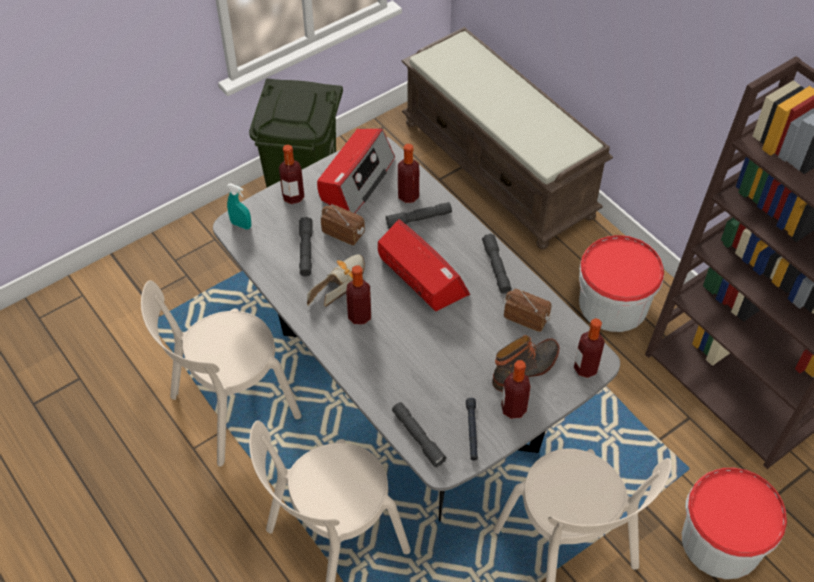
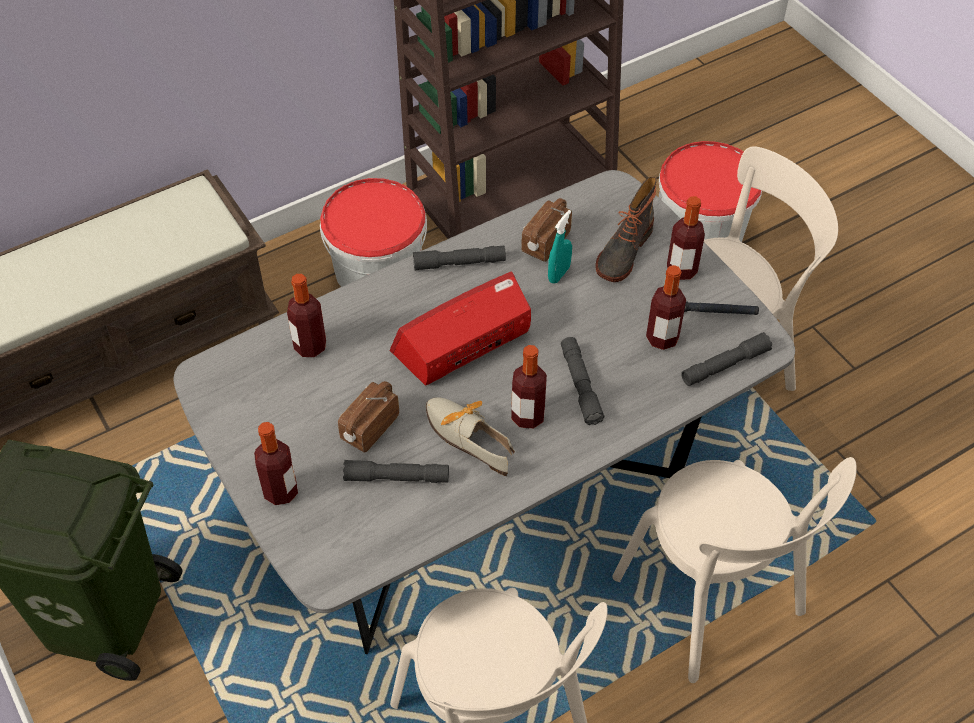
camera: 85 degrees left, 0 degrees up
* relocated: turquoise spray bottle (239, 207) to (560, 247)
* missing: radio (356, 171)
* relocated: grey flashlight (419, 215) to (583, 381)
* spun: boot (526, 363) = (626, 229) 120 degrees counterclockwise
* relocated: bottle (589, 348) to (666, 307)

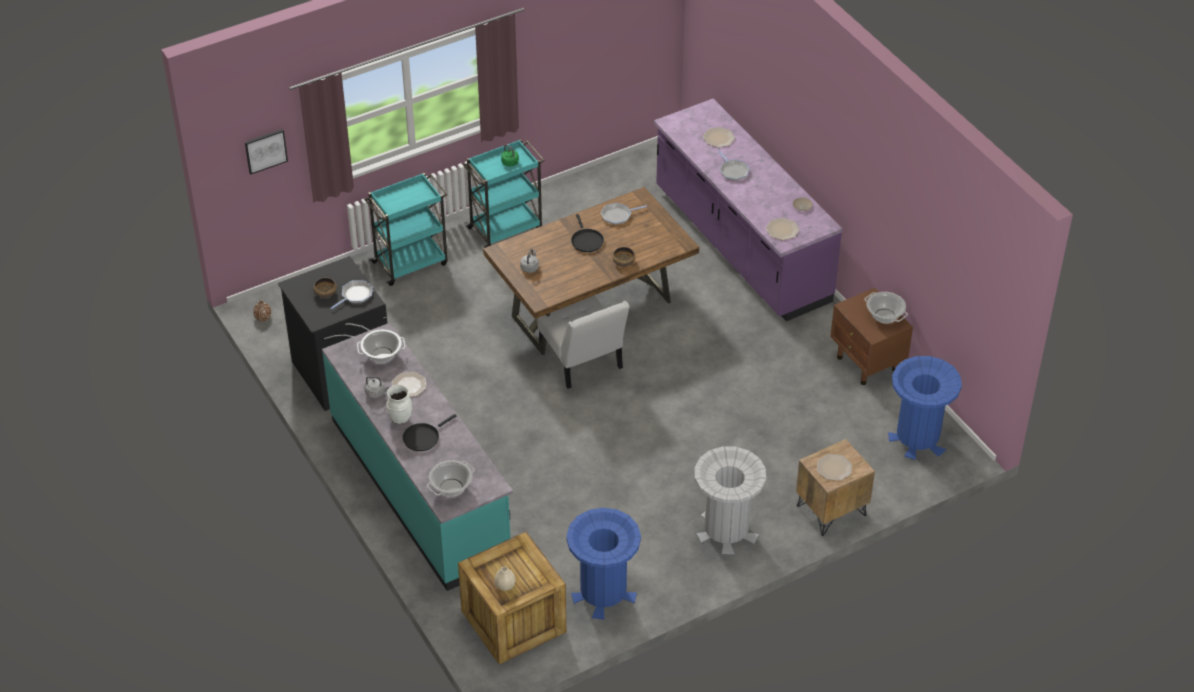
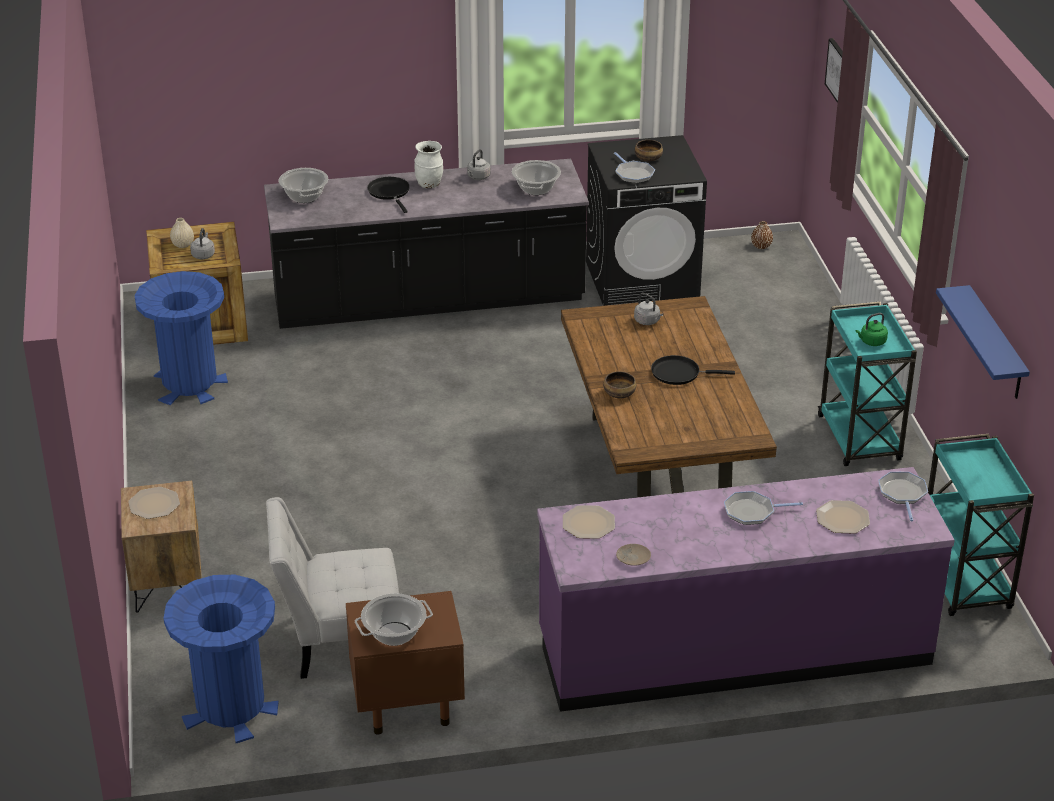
camera: 110 degrees right, 10 degrees down
* colour: turquoise counter (417, 457) to black counter (426, 244)
* relocated: turquoise cart (405, 229) to (981, 525)
* missing: plate (409, 384)
* relocated: white chair (583, 342) to (332, 588)
* relocated: frying pan (624, 214) to (903, 497)
* missing: grey trash can (730, 500)
* appeared: grey kettle (202, 243)
* appeared: blue shelf (983, 342)

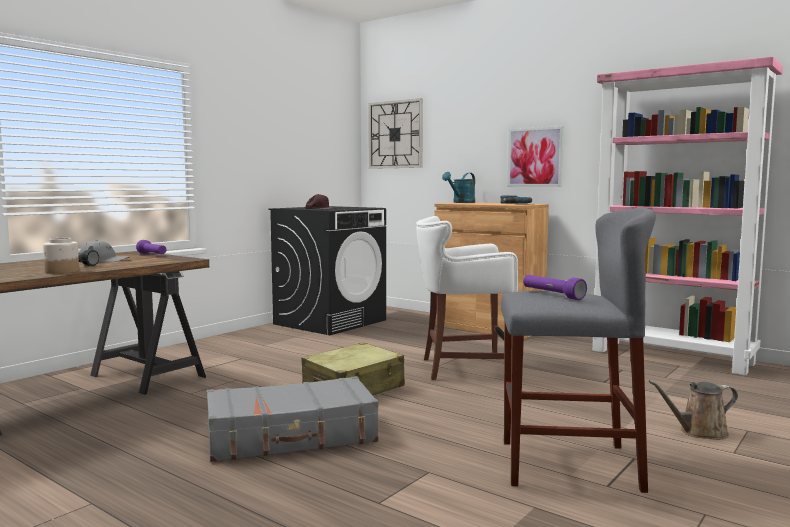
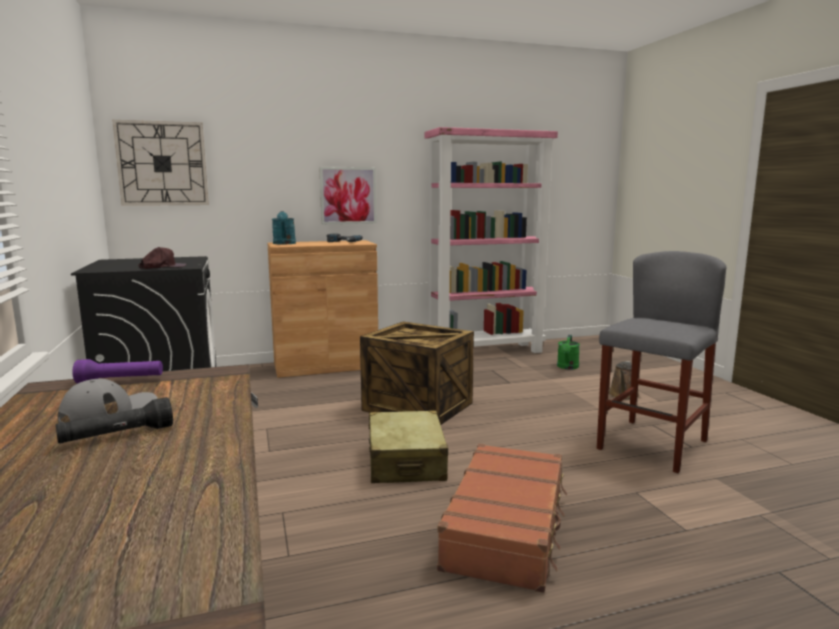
camera: 55 degrees left, 5 degrees up
* missing: jar (61, 256)
* colour: grey suitcase (292, 419) to brown suitcase (502, 518)
* exchanged: white stool (467, 298) to crate (417, 373)
* missing: purple flashlight (555, 287)
* appeared: green watering can (568, 352)

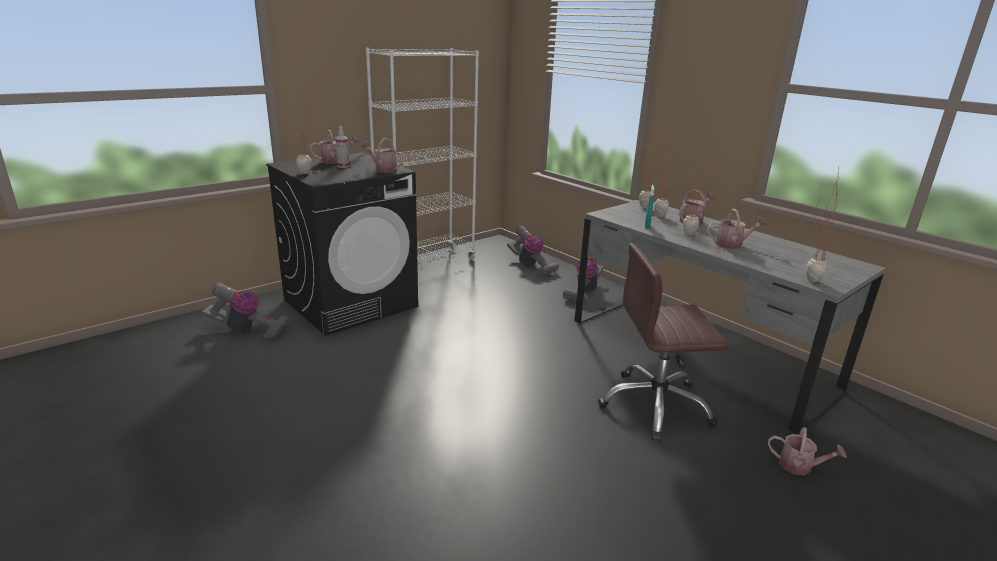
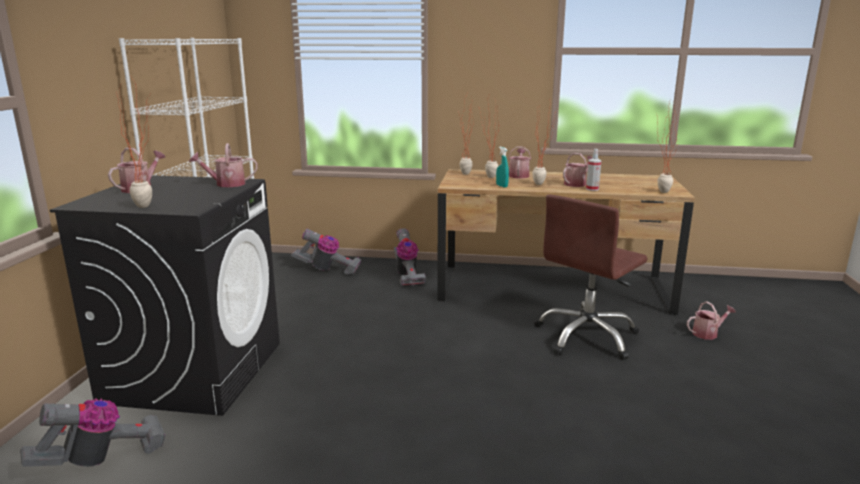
camera: 40 degrees left, 5 degrees down
* relocated: spray bottle (342, 147) to (594, 170)
* colour: grey desk (730, 317) to brown desk (566, 242)

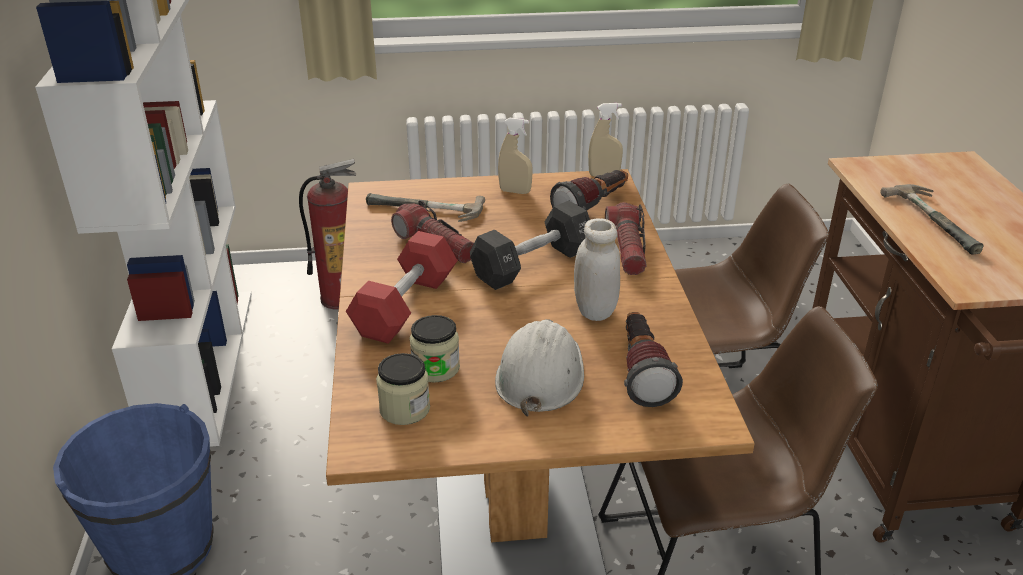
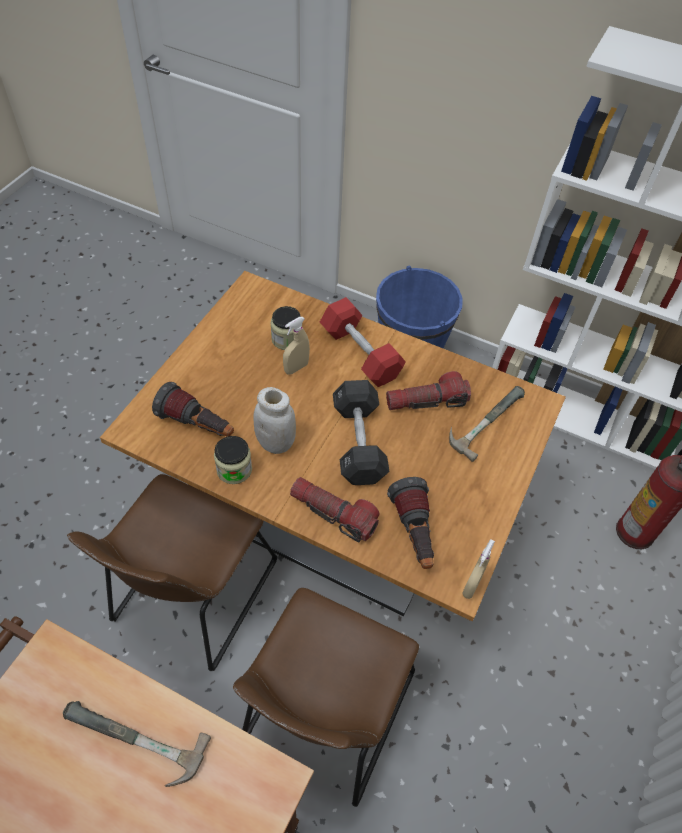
camera: 120 degrees right, 20 degrees up
* relocated: jar (403, 389) to (233, 460)
* missing: white hard hat (539, 367)
* relocated: beige spray bottle (515, 156) to (296, 346)

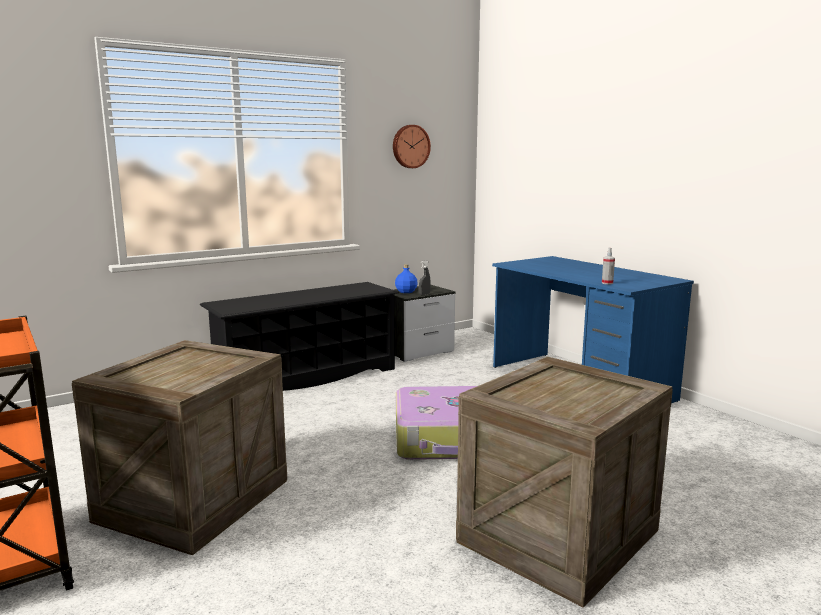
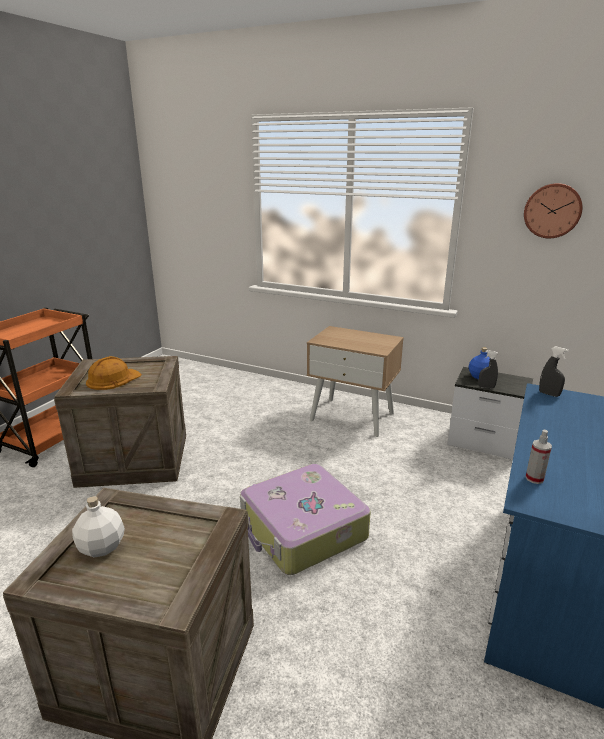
camera: 60 degrees right, 10 degrees up
* exchanged: black shoe rack (299, 336) to beige nightstand (355, 381)
* appeared: white bottle (98, 526)
* appeared: orange hard hat (114, 373)
* appeared: grey spray bottle (554, 371)

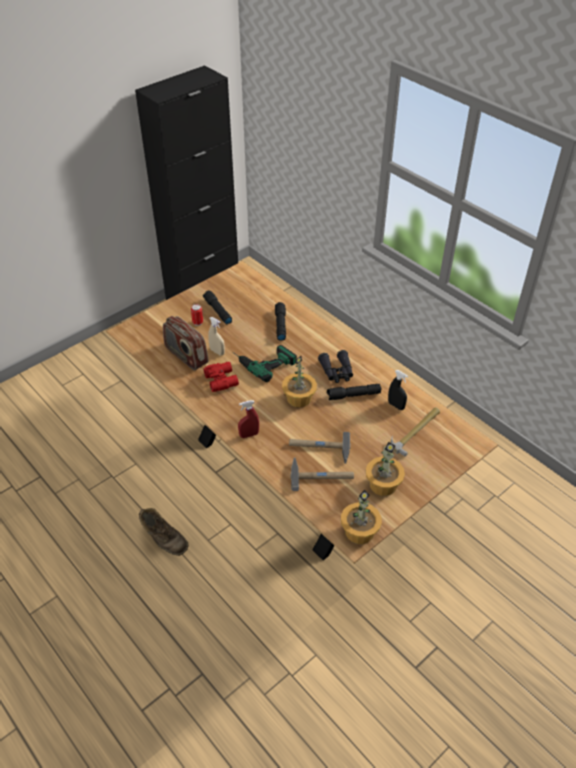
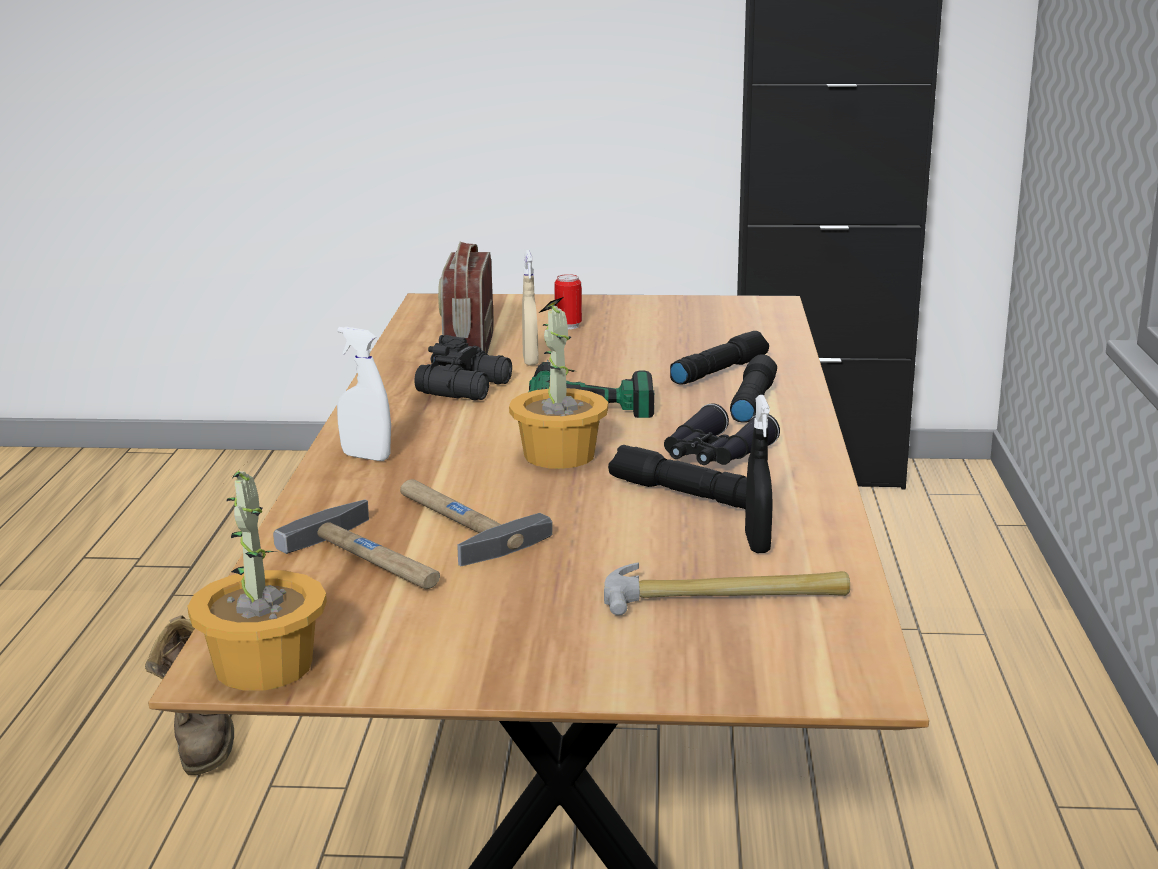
camera: 45 degrees right, 25 degrees down
* relocated: black flashlight (217, 307) to (753, 388)
* colour: red binoculars (221, 377) to black binoculars (463, 367)
* colour: red spray bottle (248, 419) to white spray bottle (364, 394)
* missing: potted plant (385, 469)

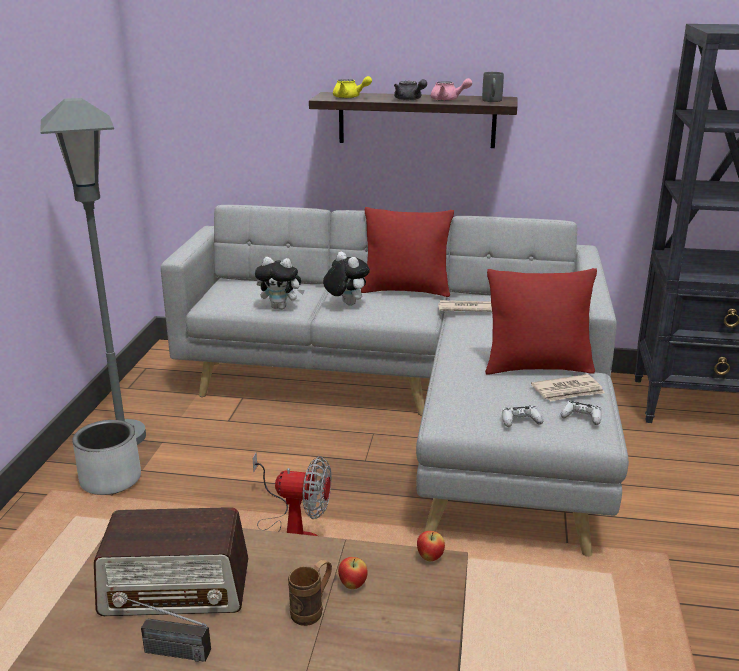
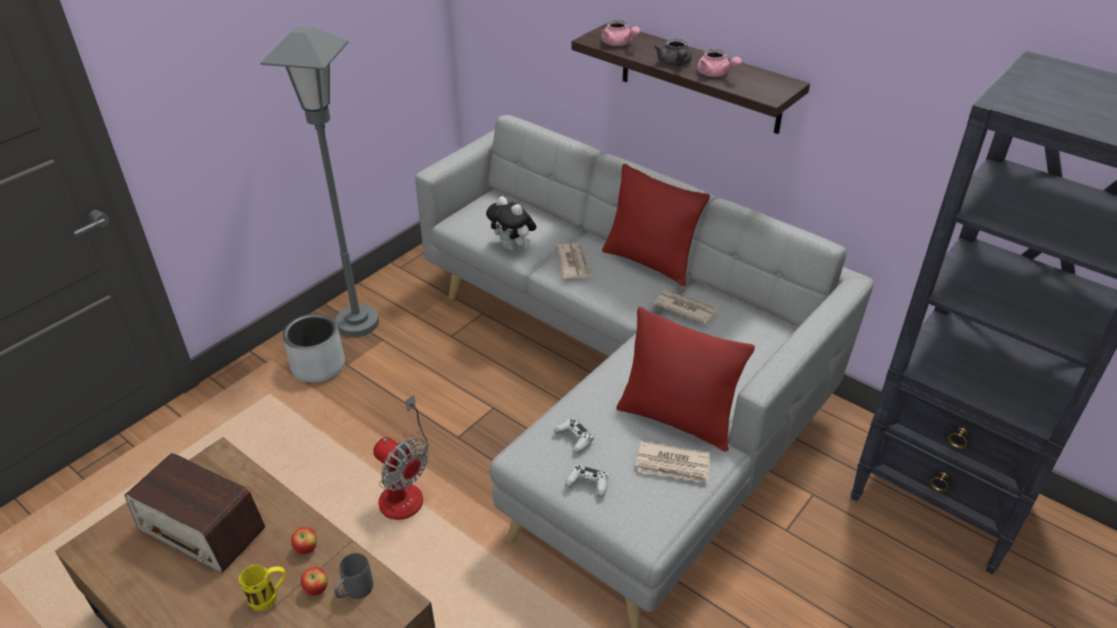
camera: 30 degrees right, 15 degrees up
* missing: radio (161, 627)
* colour: brown mug (310, 592) to yellow mug (262, 587)
* exchanged: plush toy (346, 279) to newspaper (574, 261)
* colour: yellow teapot (352, 87) to pink teapot (621, 33)
* relocated: apple (431, 546) to (304, 540)
* relocated: grey mug (493, 87) to (353, 576)
* relocated: white game controller (581, 413) to (574, 436)

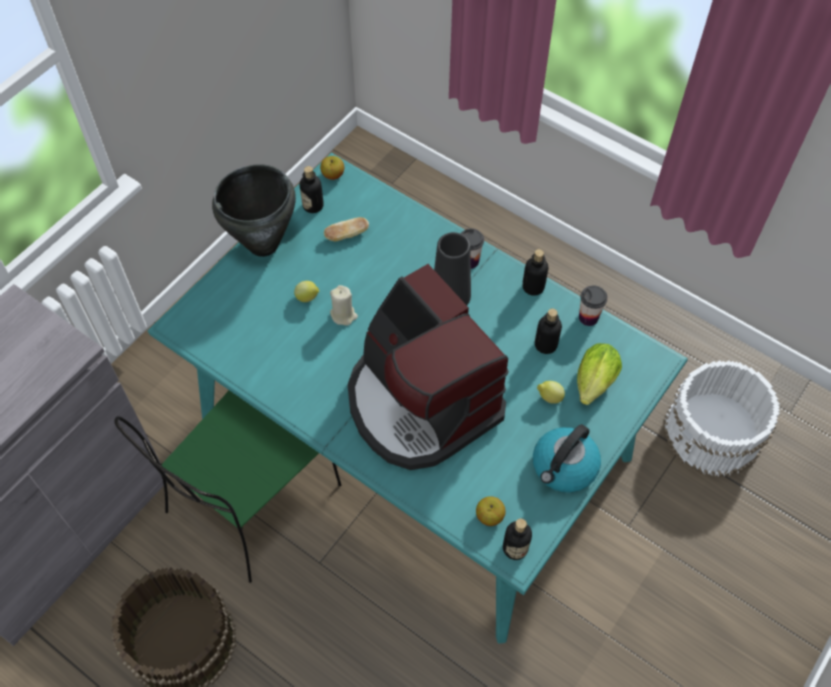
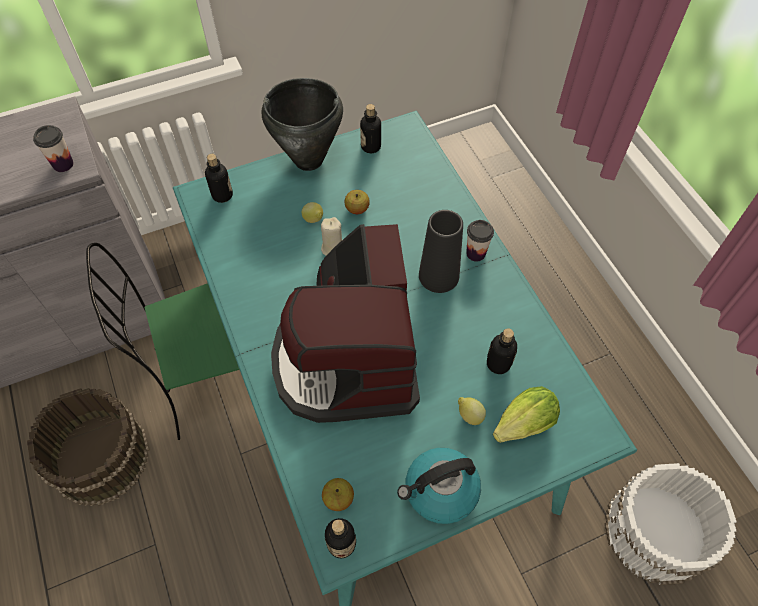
camera: 30 degrees right, 0 degrees up
* relocated: apple (332, 168) to (357, 202)
* missing: bread (346, 229)
* relocated: bottle (535, 272) to (219, 178)
* relocated: cup (593, 305) to (53, 148)

